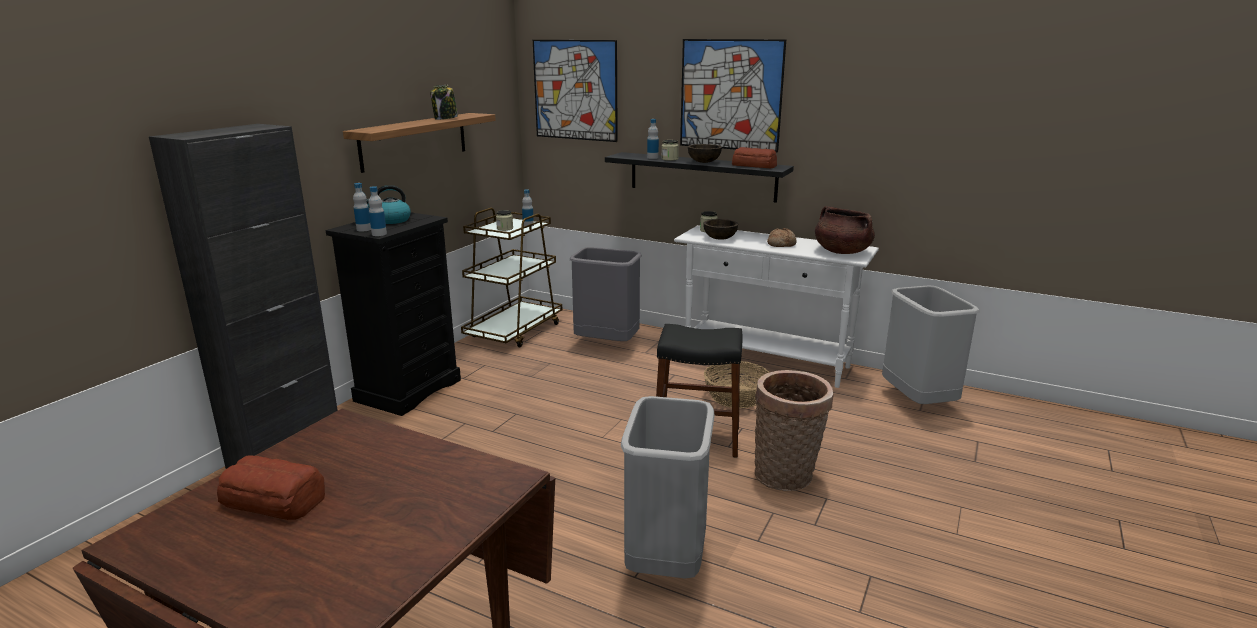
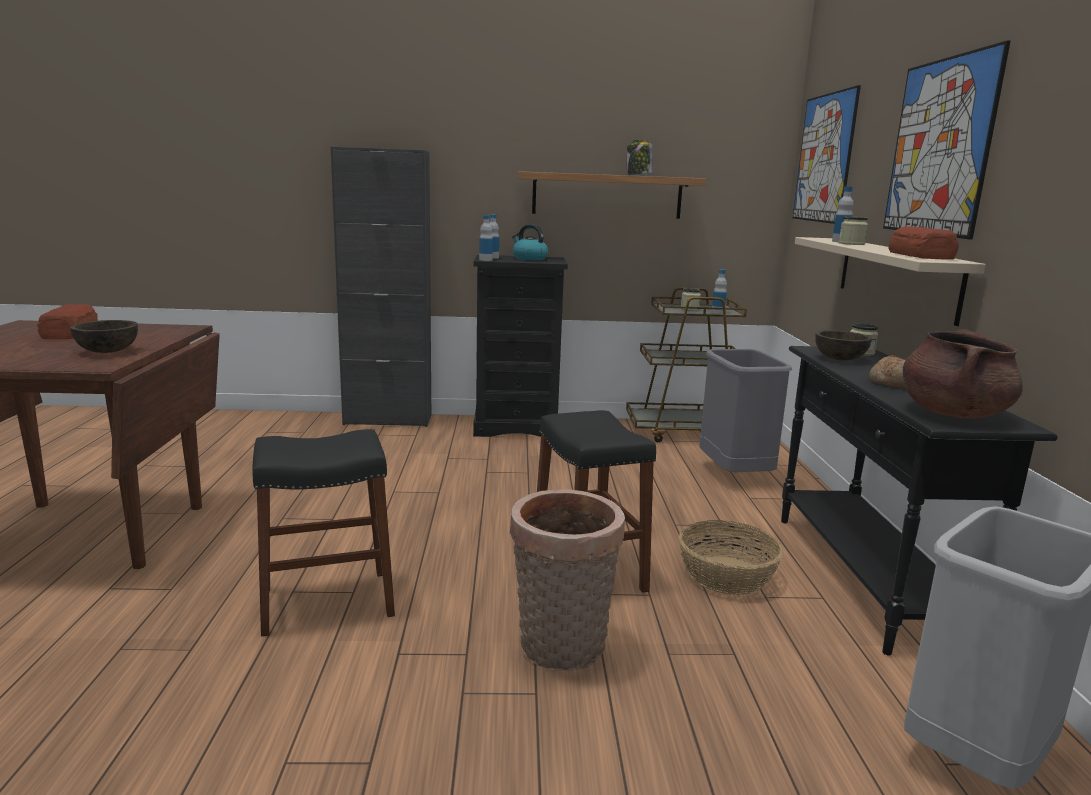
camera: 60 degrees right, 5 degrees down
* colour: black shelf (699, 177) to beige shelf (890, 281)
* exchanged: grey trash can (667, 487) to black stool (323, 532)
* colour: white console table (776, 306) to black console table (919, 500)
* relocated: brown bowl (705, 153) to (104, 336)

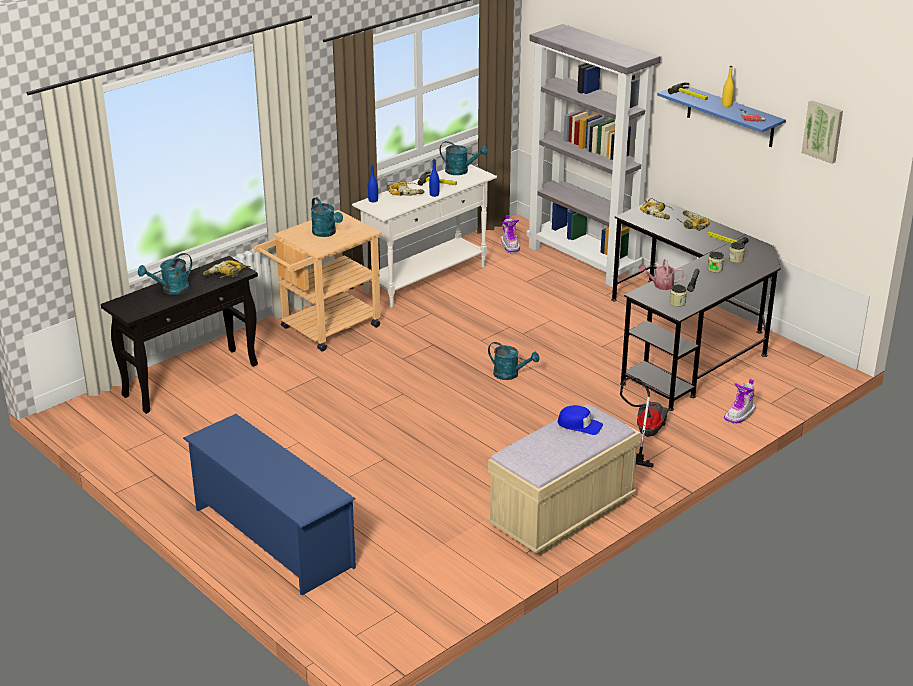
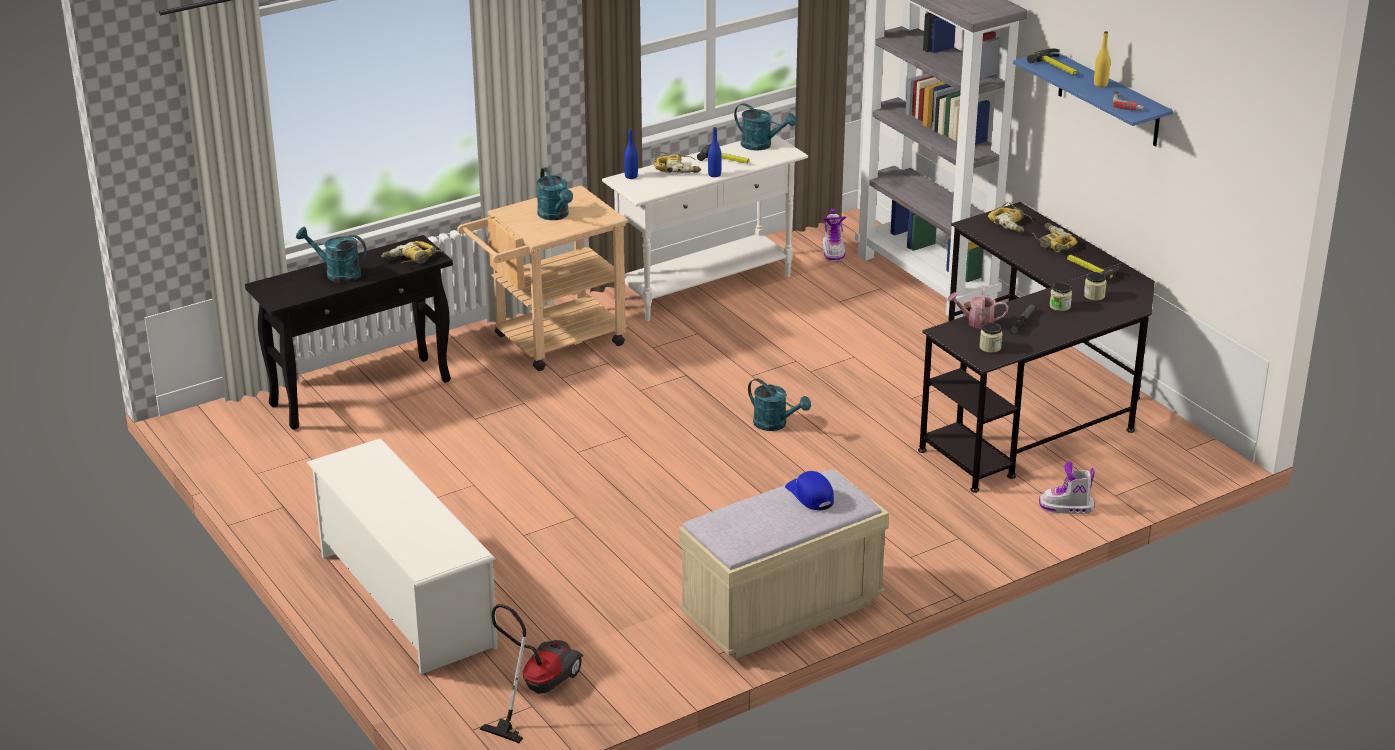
camera: 10 degrees right, 0 degrees up
* spun: turquoise watering can (165, 274) = (331, 255) 45 degrees clockwise
* colour: blue shoe rack (269, 504) to white shoe rack (402, 556)
* spun: blue cap (580, 420) = (809, 490) 150 degrees counterclockwise
* relocated: vacuum cleaner (644, 422) to (531, 673)
* spun: boot (740, 401) = (1067, 488) 45 degrees clockwise
* missing: picture (822, 132)

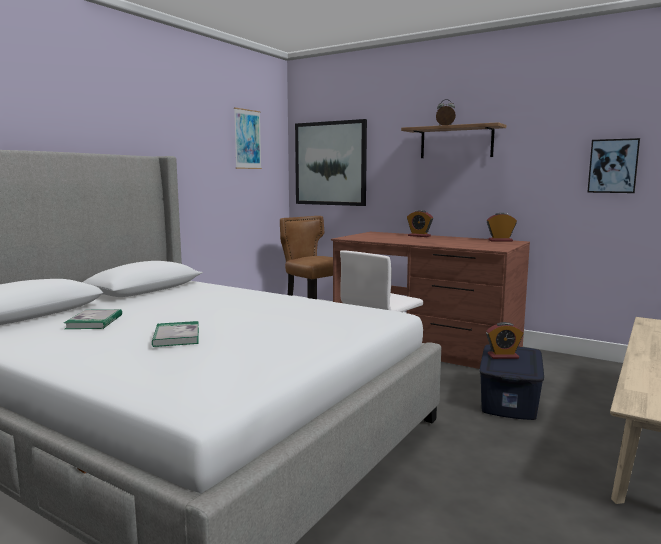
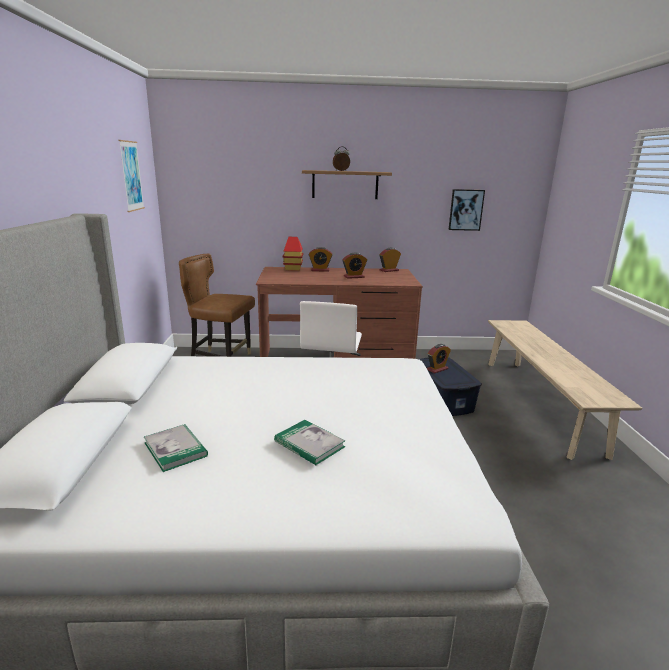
camera: 35 degrees left, 10 degrees up
* missing: picture (331, 162)
* appeared: toy house (293, 254)
* appeared: alarm clock (354, 266)

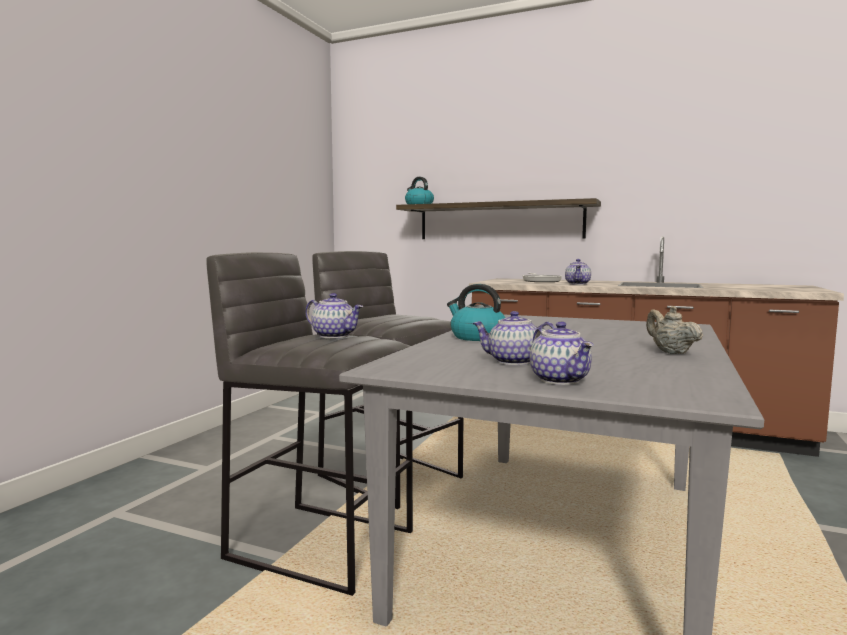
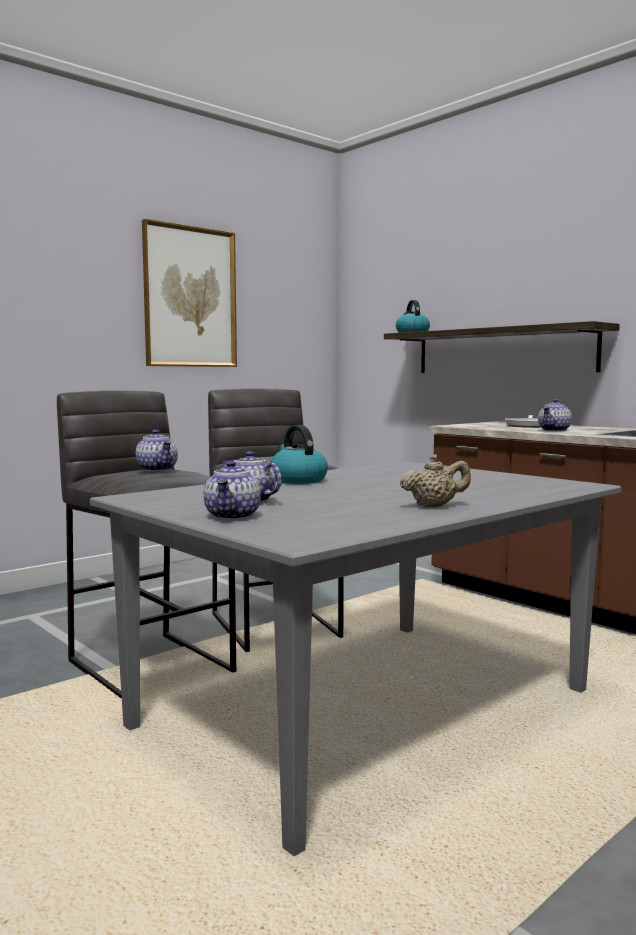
camera: 25 degrees right, 0 degrees up
* spun: beige teapot (674, 330) = (435, 480) 75 degrees clockwise
* appeared: picture (189, 293)

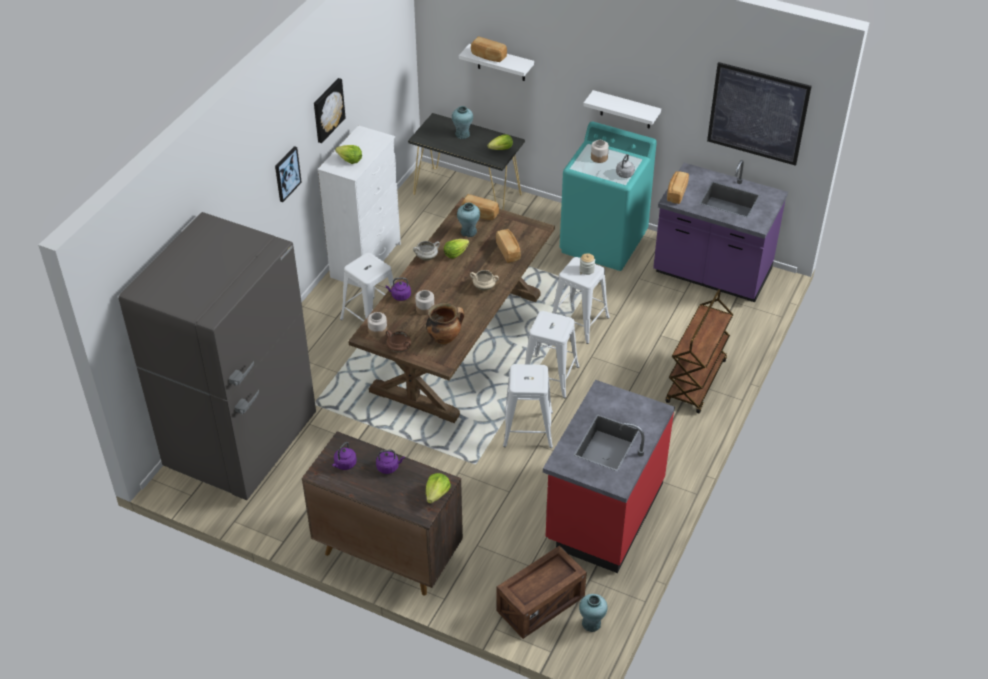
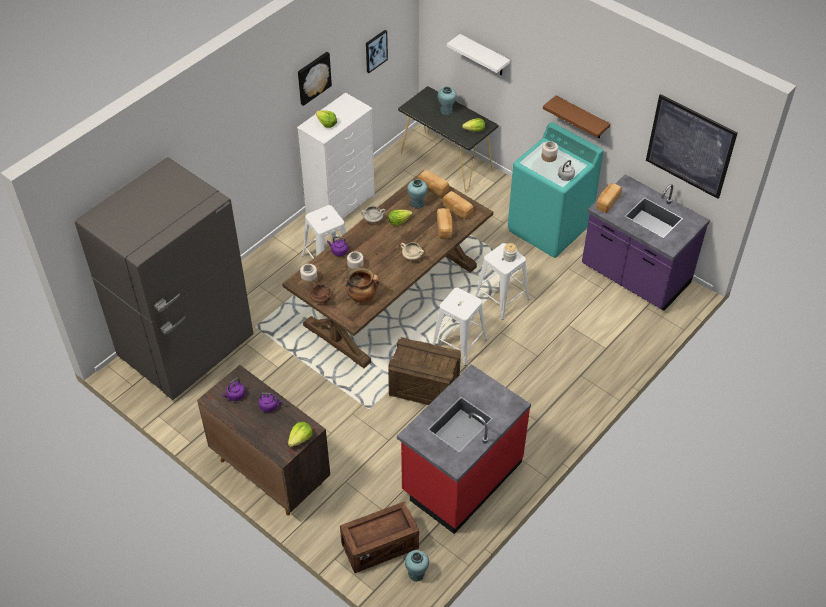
camera: 15 degrees right, 5 degrees up
* relocated: picture (288, 174) to (377, 51)
* relocated: bread (489, 49) to (458, 205)
* exchanged: white stool (528, 406) to crate (424, 371)
* colour: white shelf (622, 109) to brown shelf (576, 117)
* missing: brown cart (699, 351)

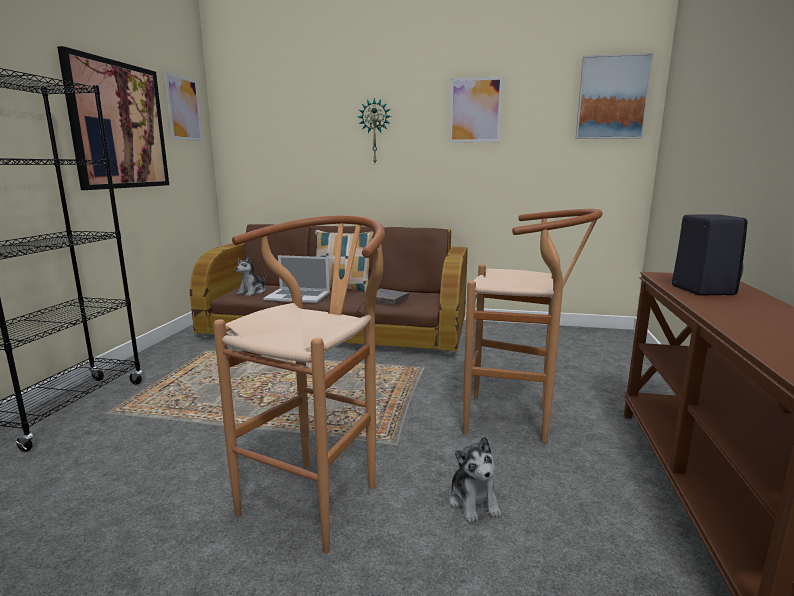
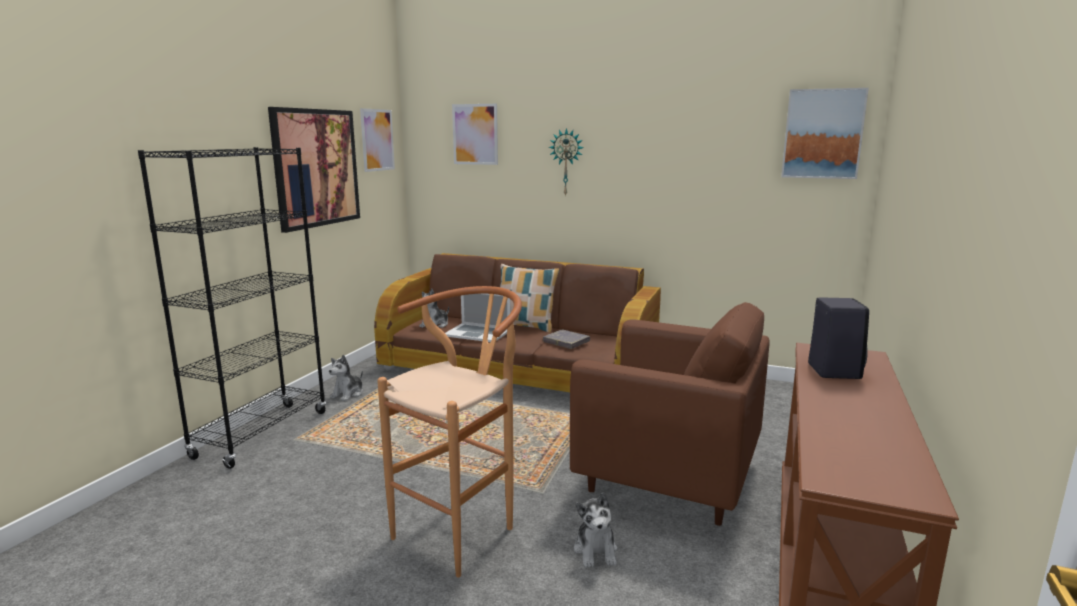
camera: 10 degrees right, 0 degrees up
* relocated: picture (476, 110) to (475, 134)
* exchanged: brown stool (533, 326) to brown armchair (670, 414)
* appeared: plush toy (346, 378)

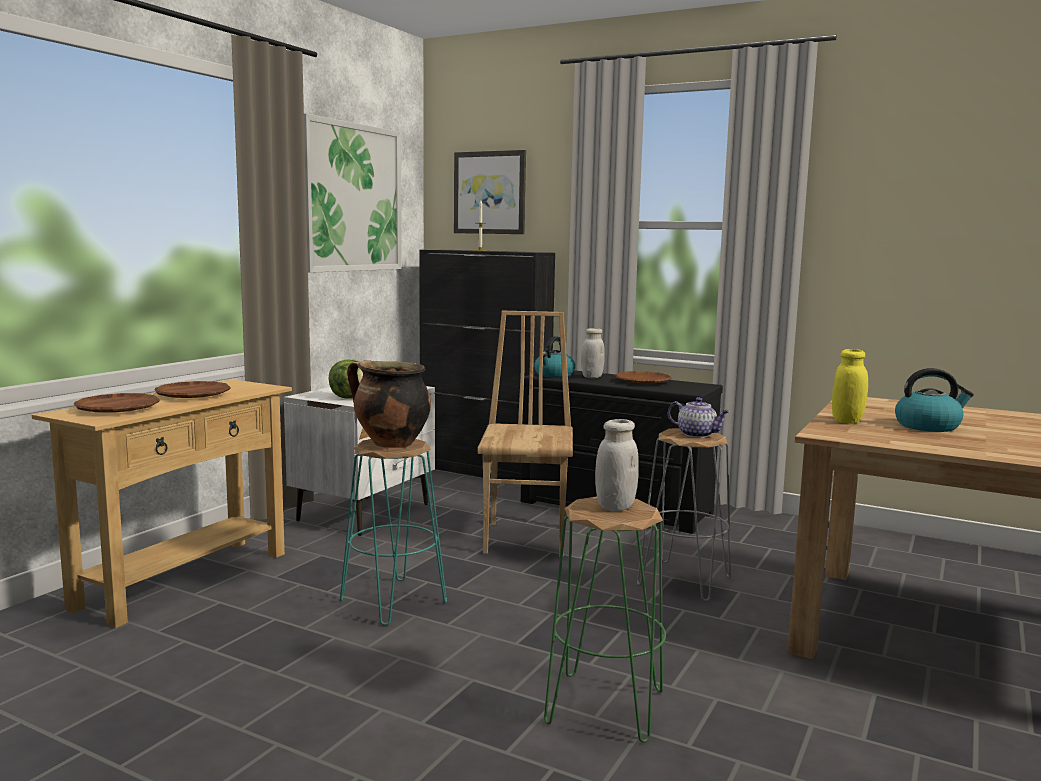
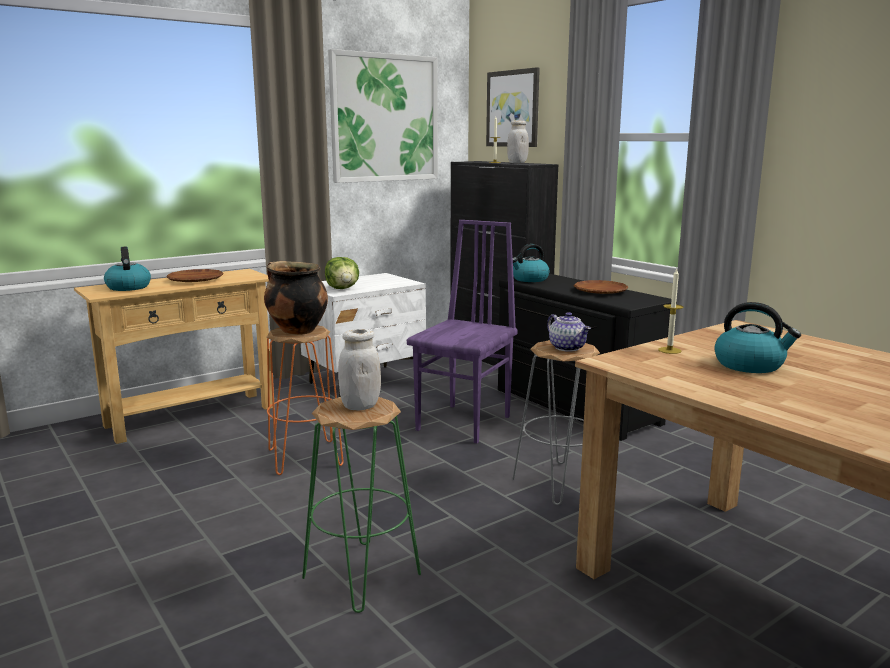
camera: 25 degrees right, 5 degrees up
* exchanged: brown plate (117, 402) to kettle (127, 269)
* colour: turquoise stool (393, 532) to orange stool (305, 400)
* colour: brown chair (525, 434) to purple chair (462, 331)
* relocated: white jar (593, 353) to (518, 141)
* exchanged: yellow jar (850, 386) to candle (670, 311)

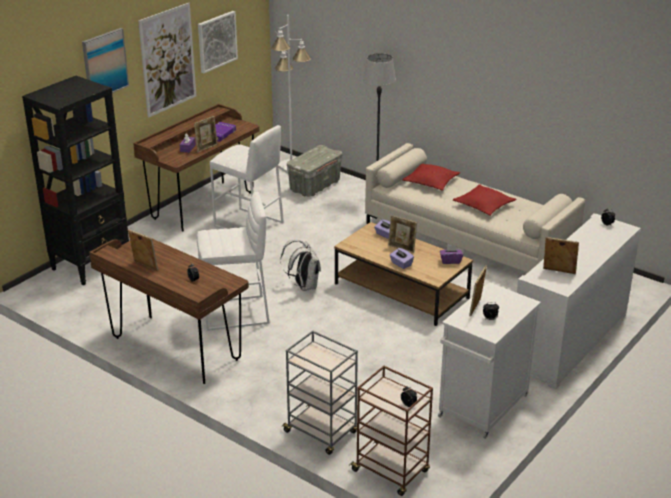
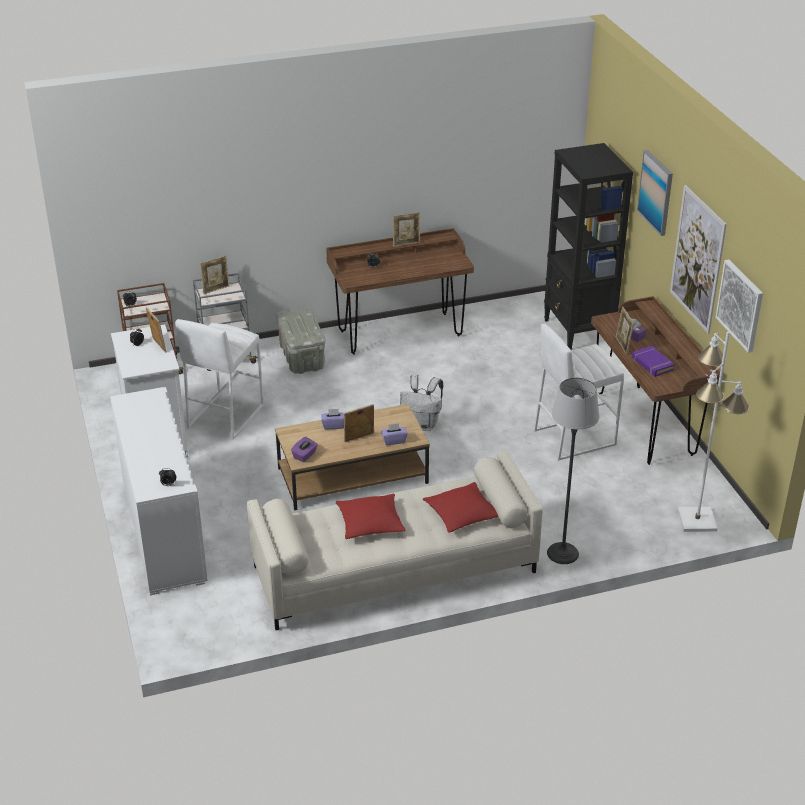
camera: 125 degrees right, 5 degrees up
* relocated: white stool (233, 261) to (219, 379)
* relocated: grey storage box (314, 171) to (301, 341)
* relocated: picture frame (561, 255) to (214, 274)

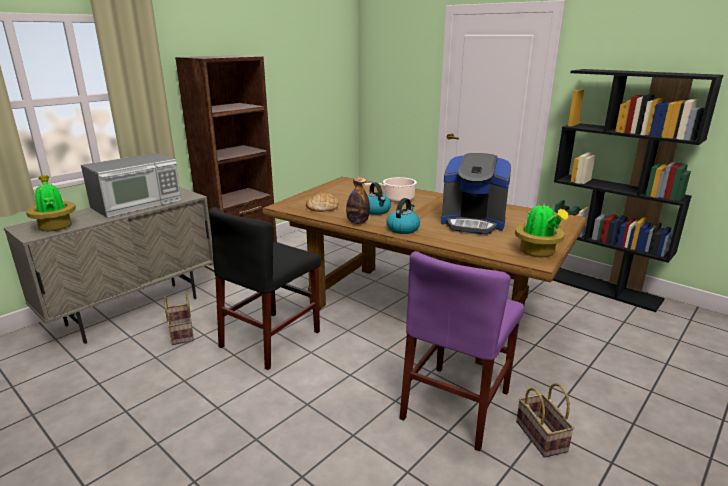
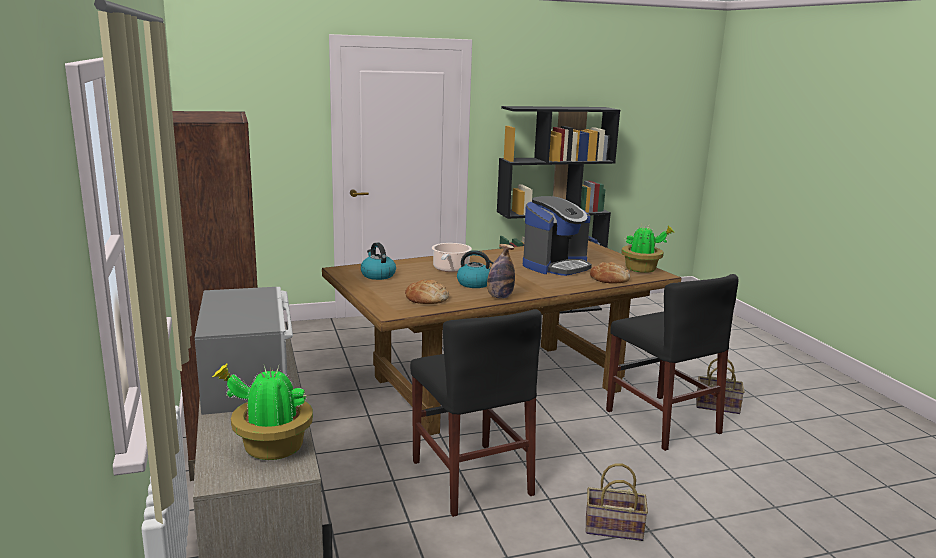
camera: 60 degrees left, 5 degrees down
* relocated: basket (179, 318) to (617, 502)
* relocated: kettle (403, 216) to (378, 261)
* colour: purple chair (461, 351) to black chair (672, 362)
* appeared: bread (610, 272)

